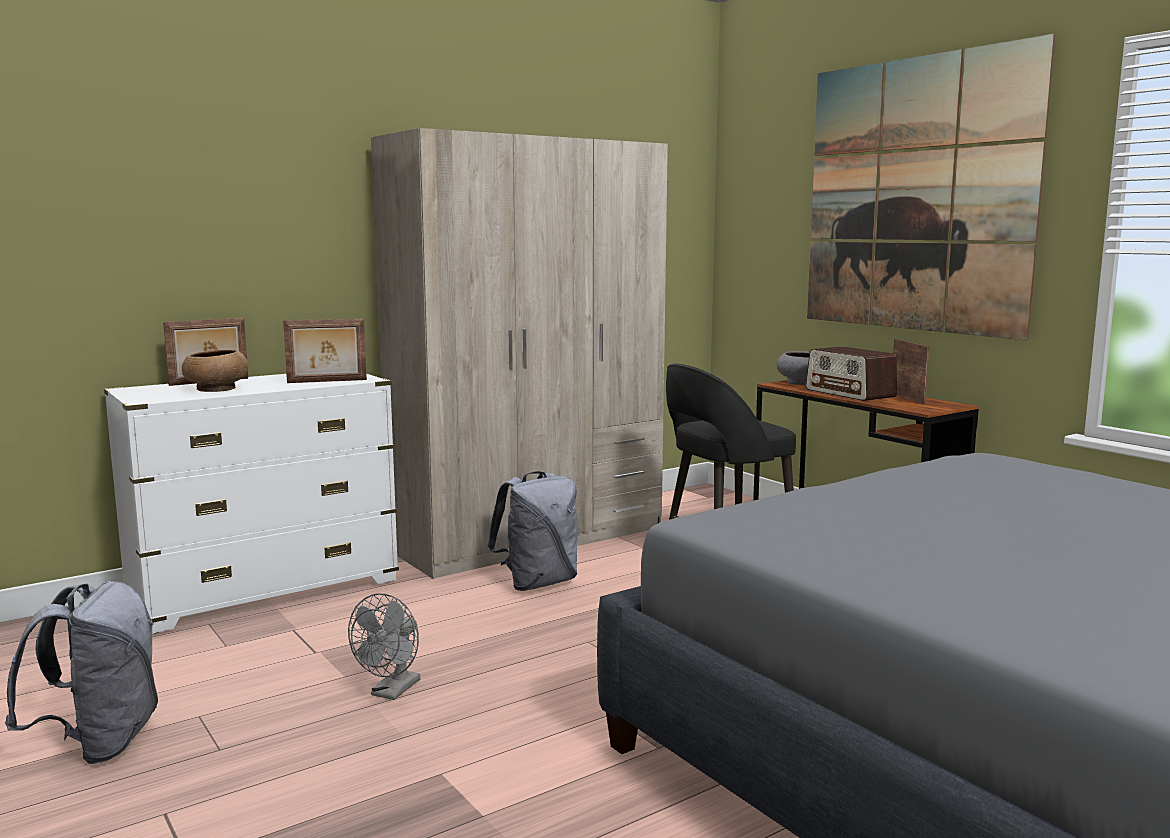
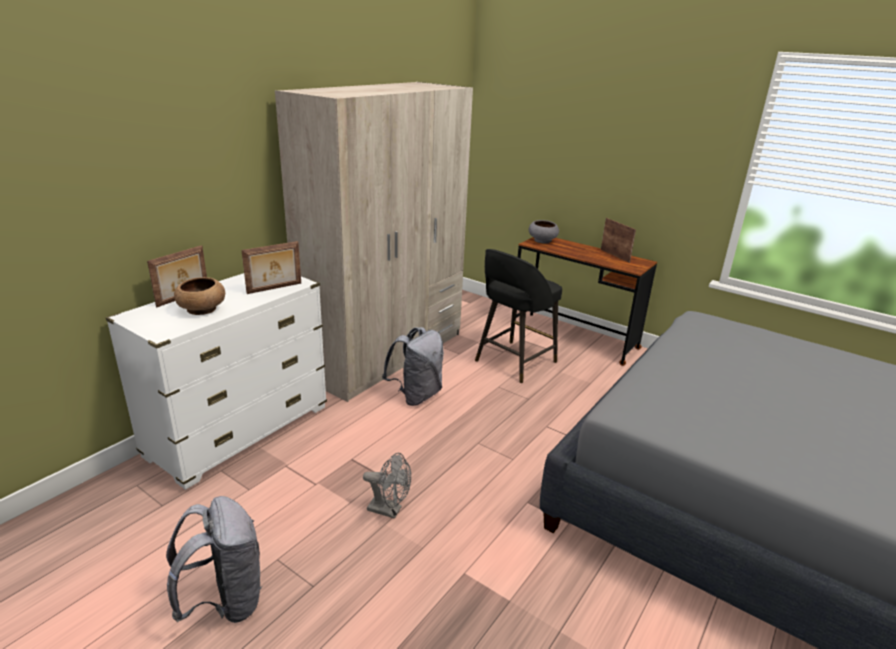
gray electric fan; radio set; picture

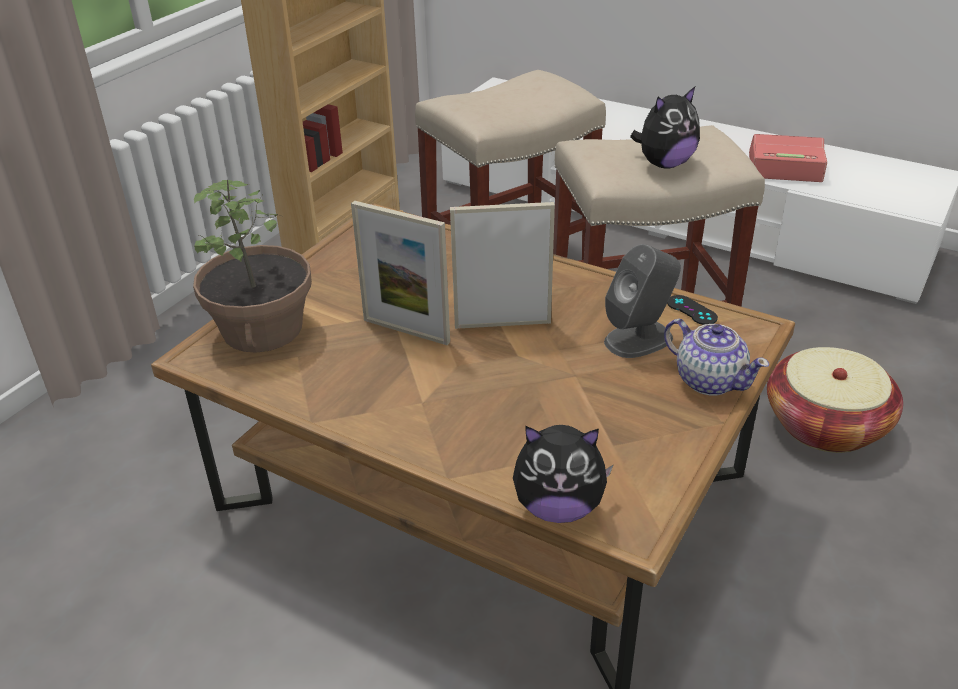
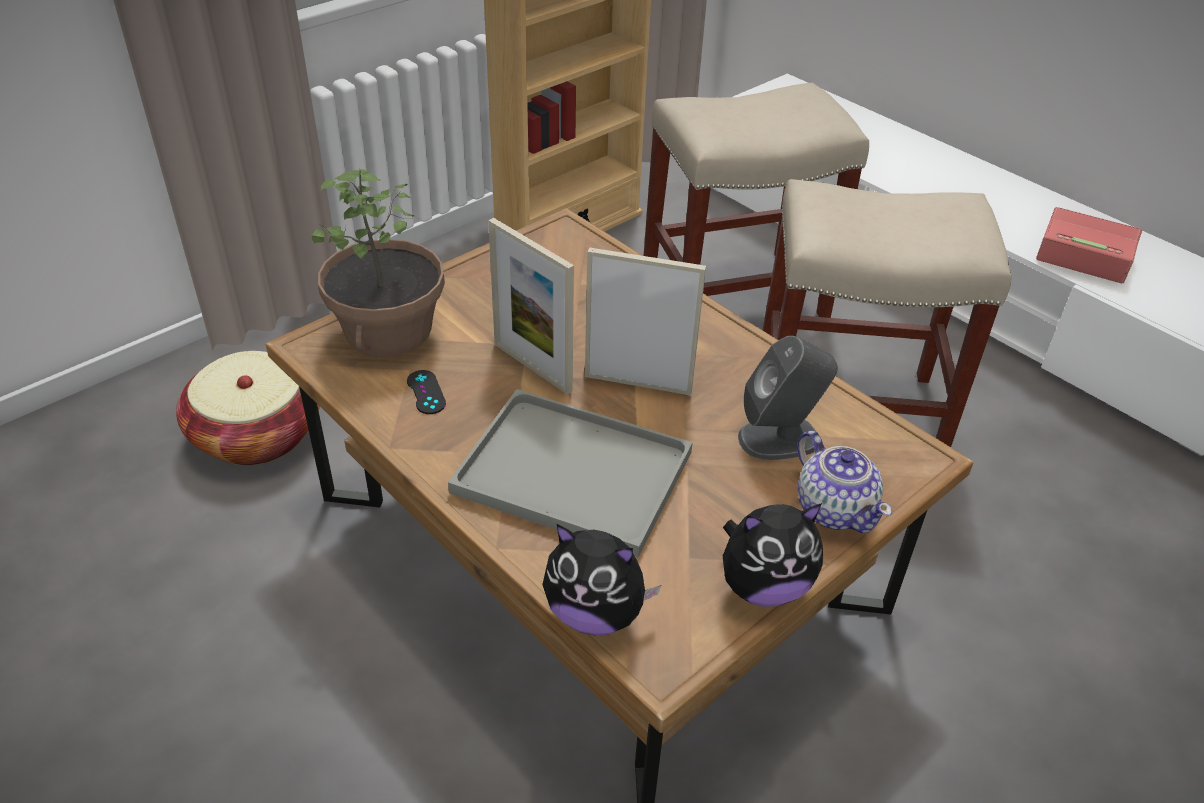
storage basket; black game controller; gray tray; plush toy (no. 2 from left)

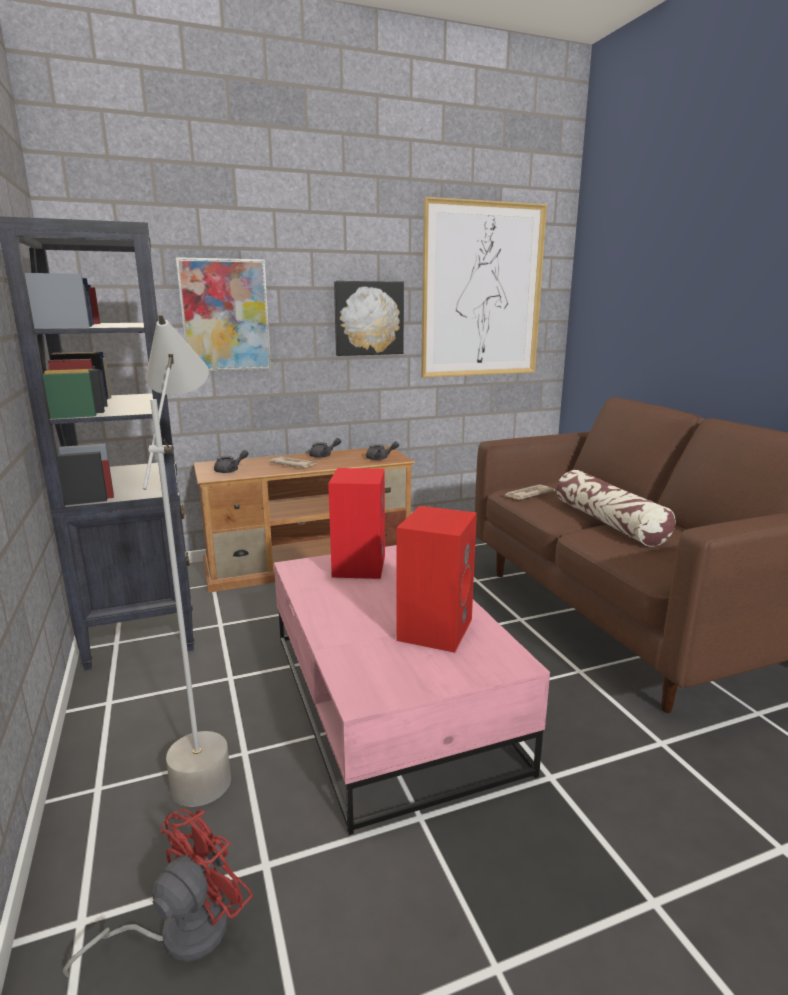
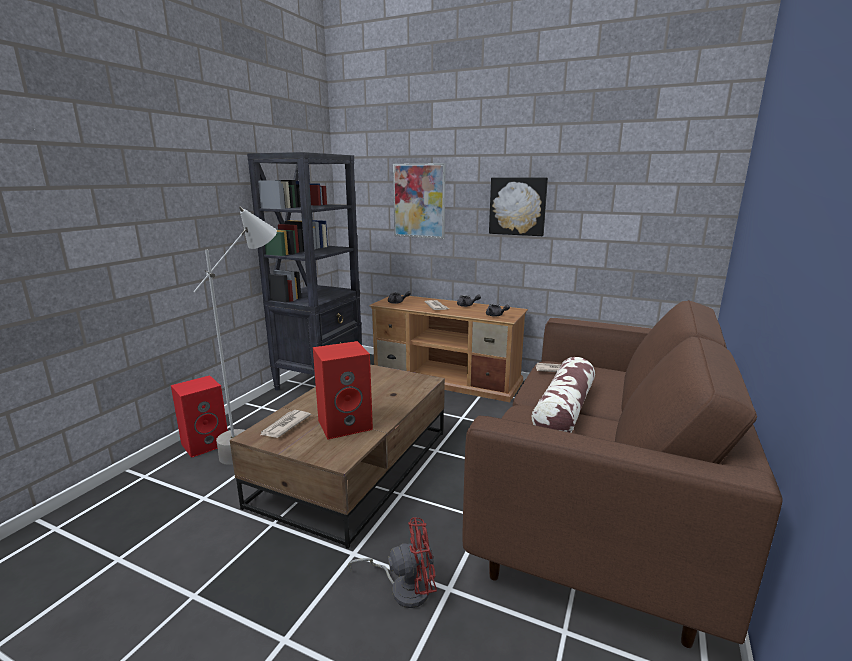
reddish loudspeaker (no. 1 from left); brownish low table; daily paper (no. 1 from left); reddish electric fan; picture (no. 3 from left in the first image)

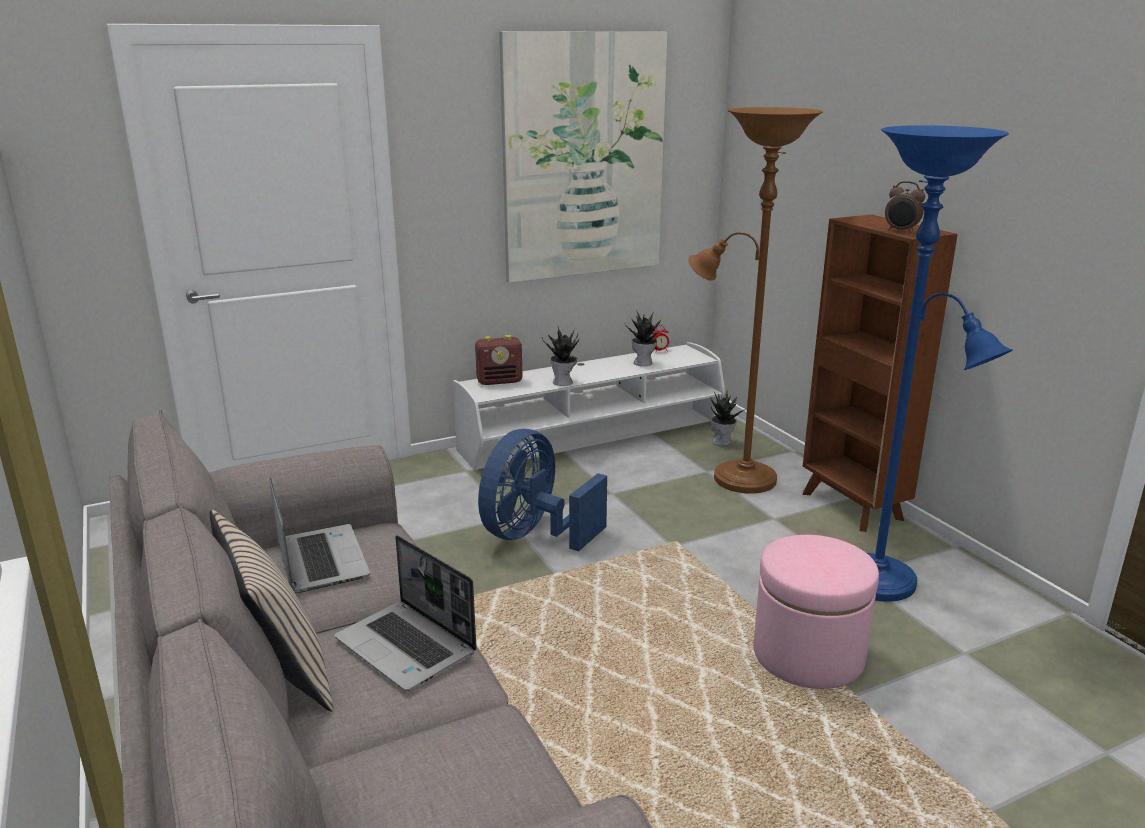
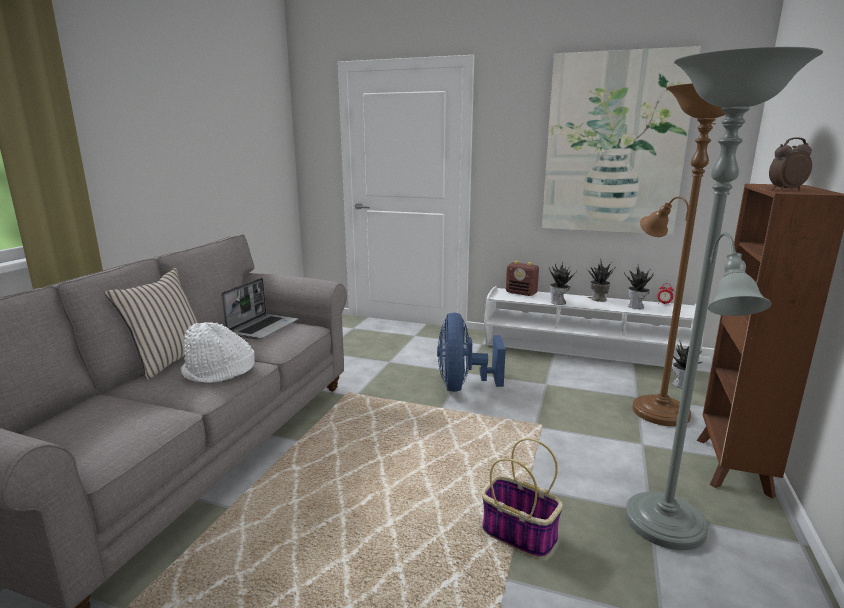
white wearable hat; blue-coloured electric fan; storage basket; plant in a pot (no. 2 from left); gray standing lamp; table clock (no. 2 from left)

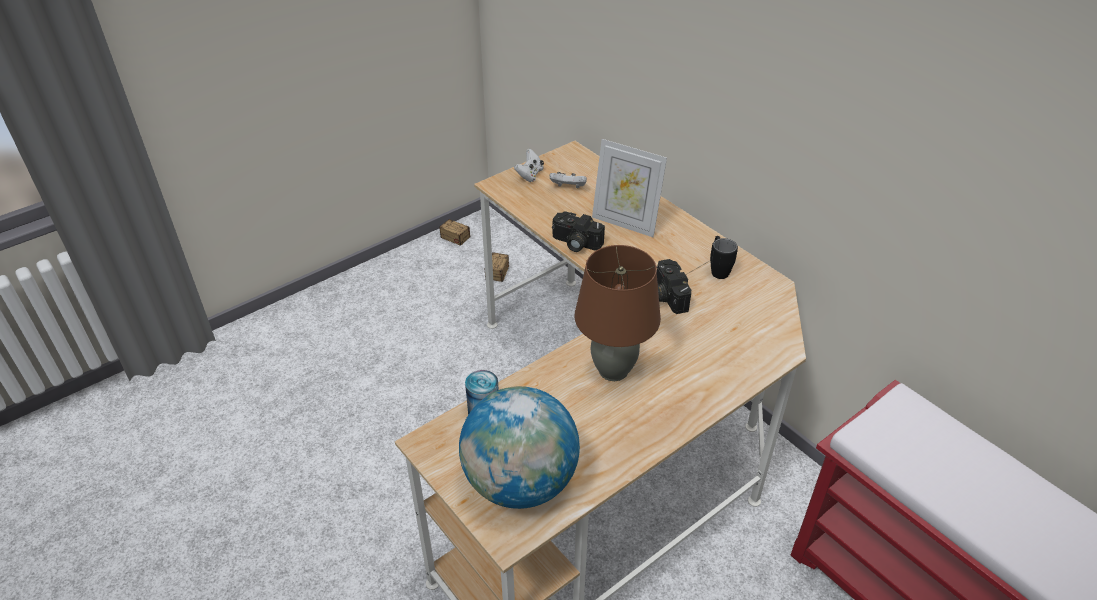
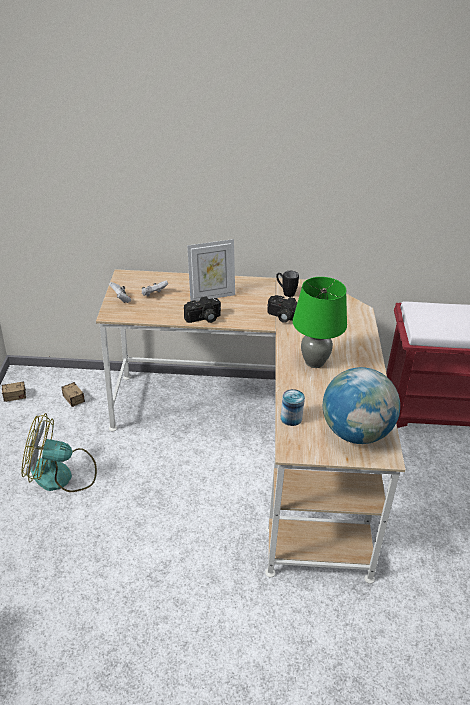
electric fan; green tabletop lamp

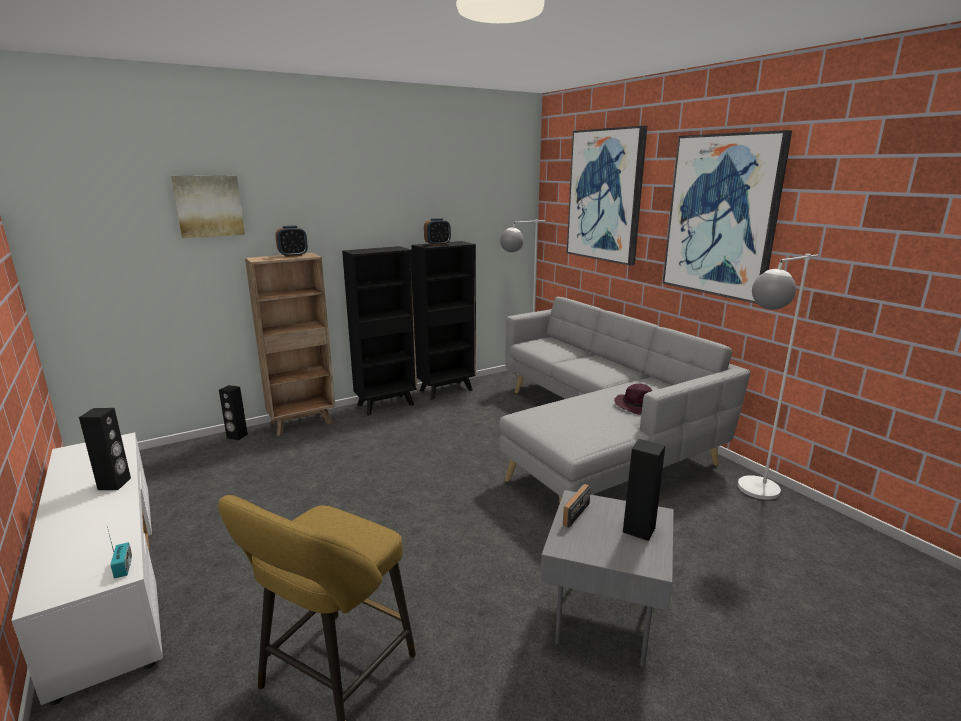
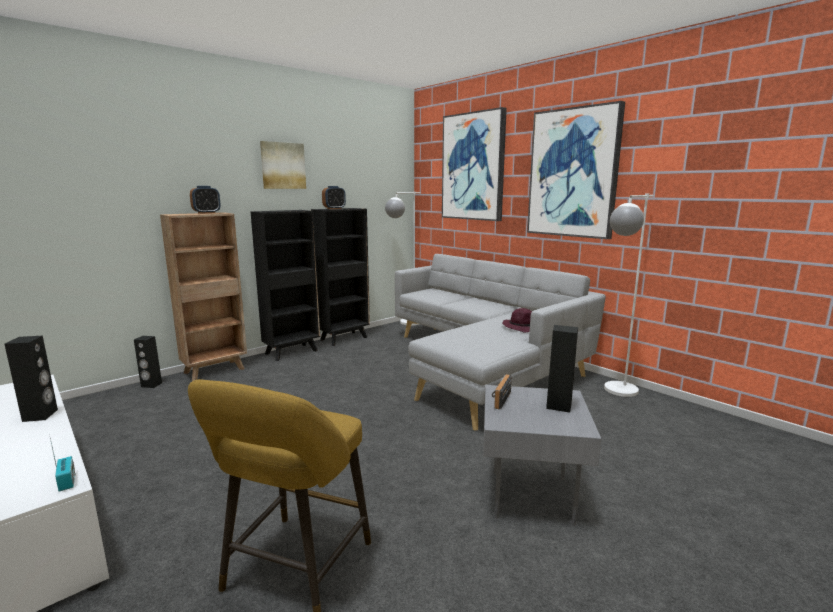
picture (no. 1 from left)

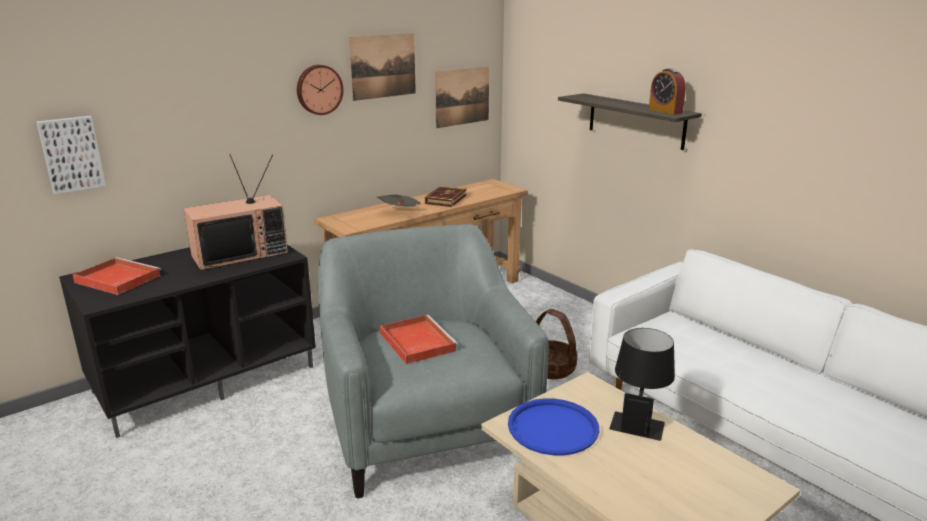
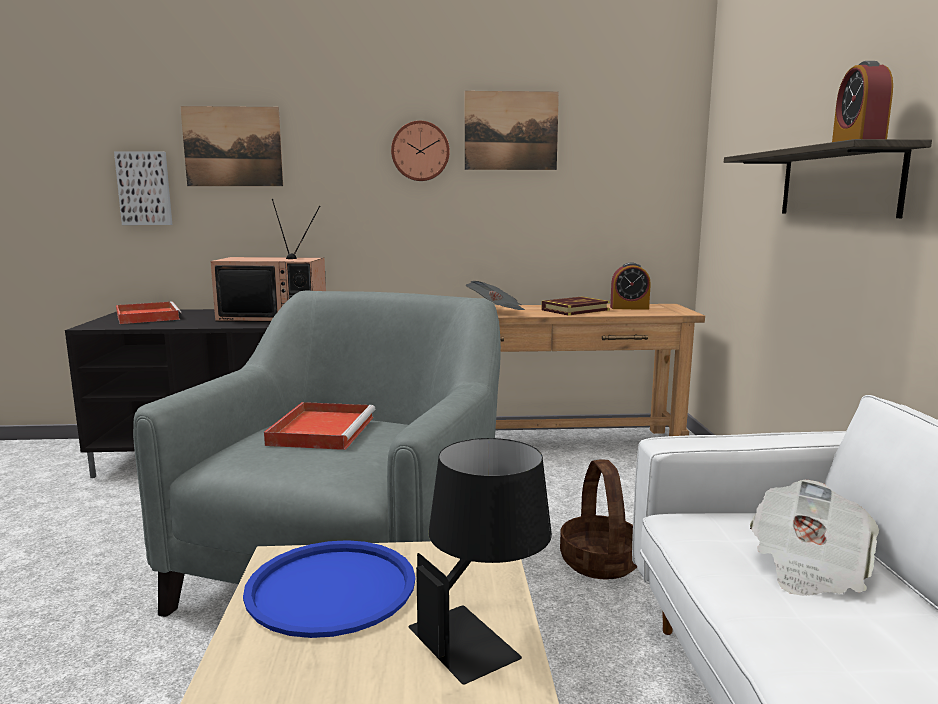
picture (no. 2 from left); table clock (no. 1 from left); daily paper (no. 2 from left)

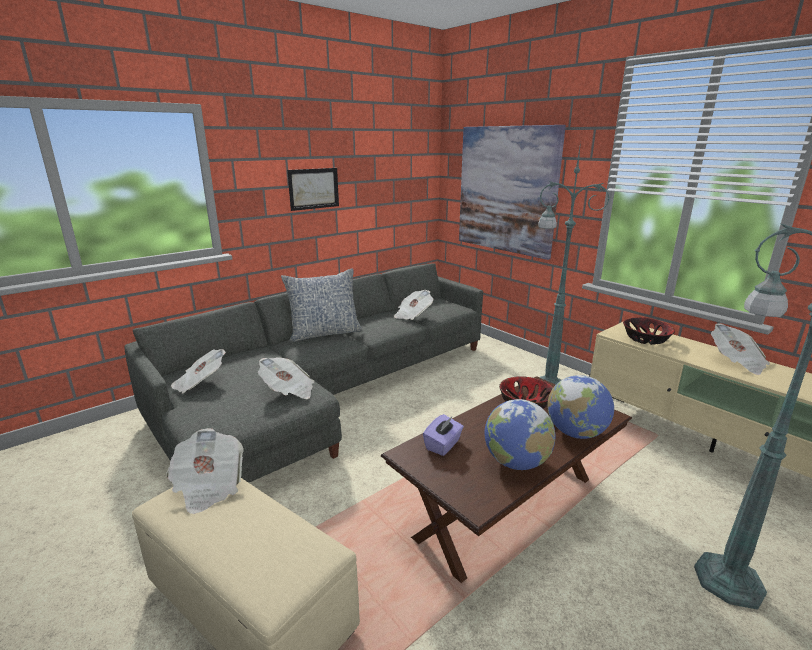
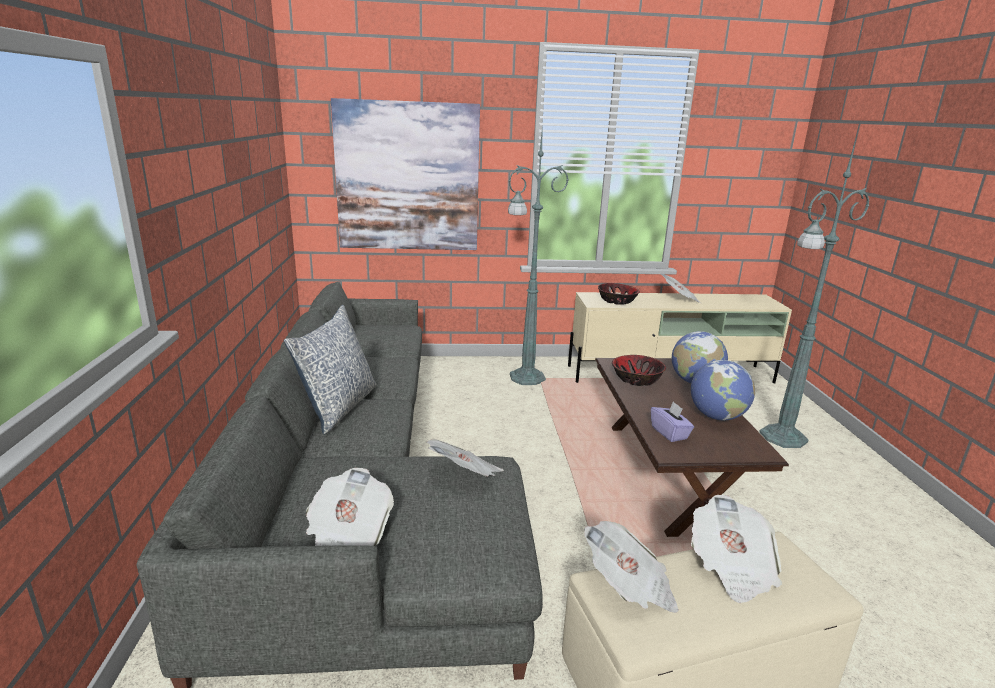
daily paper (no. 5 from left); picture (no. 1 from left in the first image)

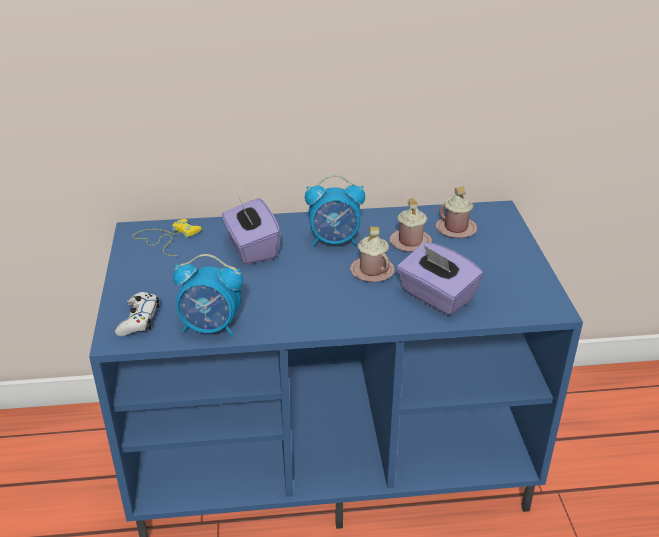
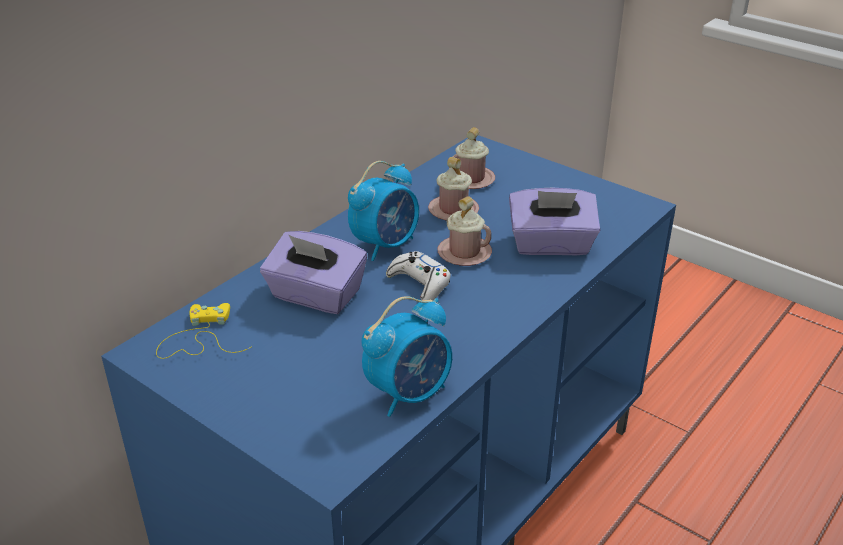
white game controller

